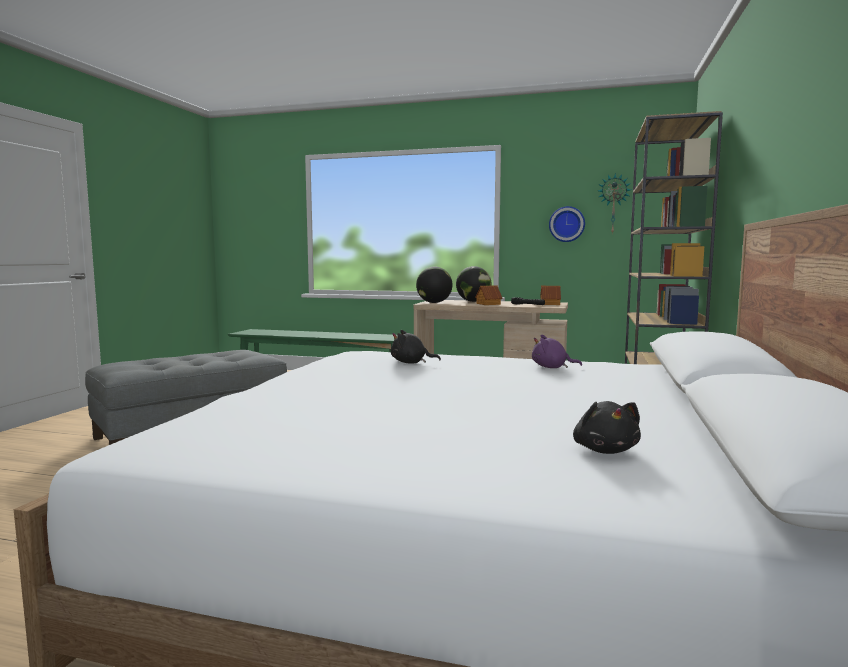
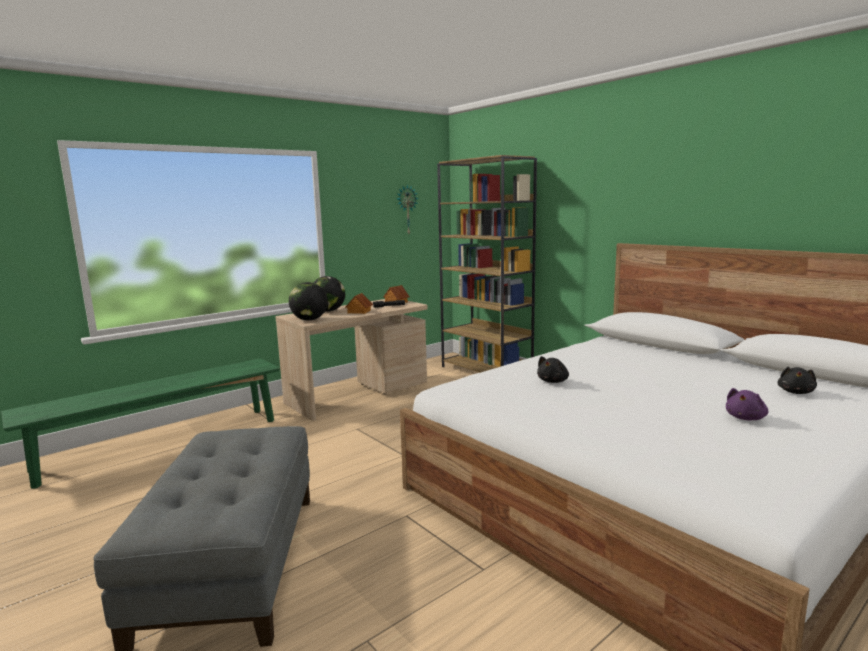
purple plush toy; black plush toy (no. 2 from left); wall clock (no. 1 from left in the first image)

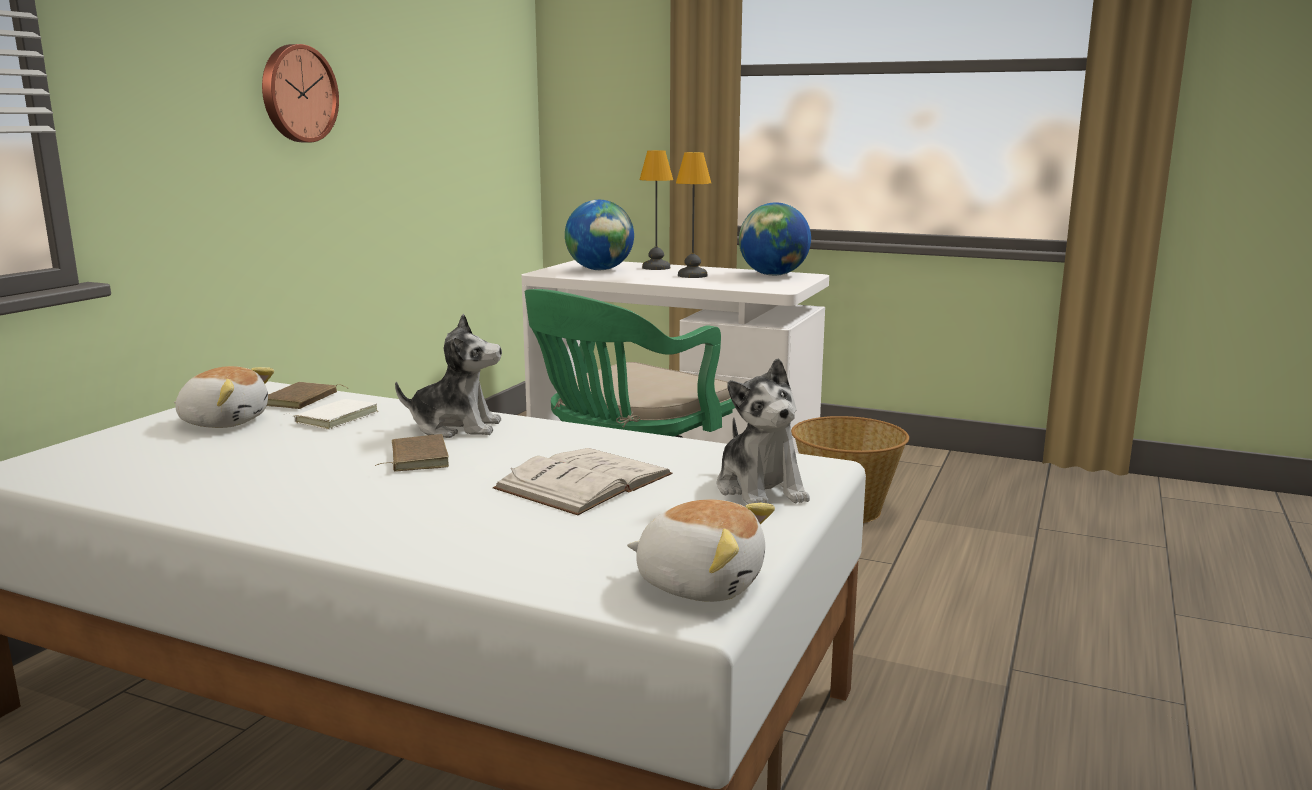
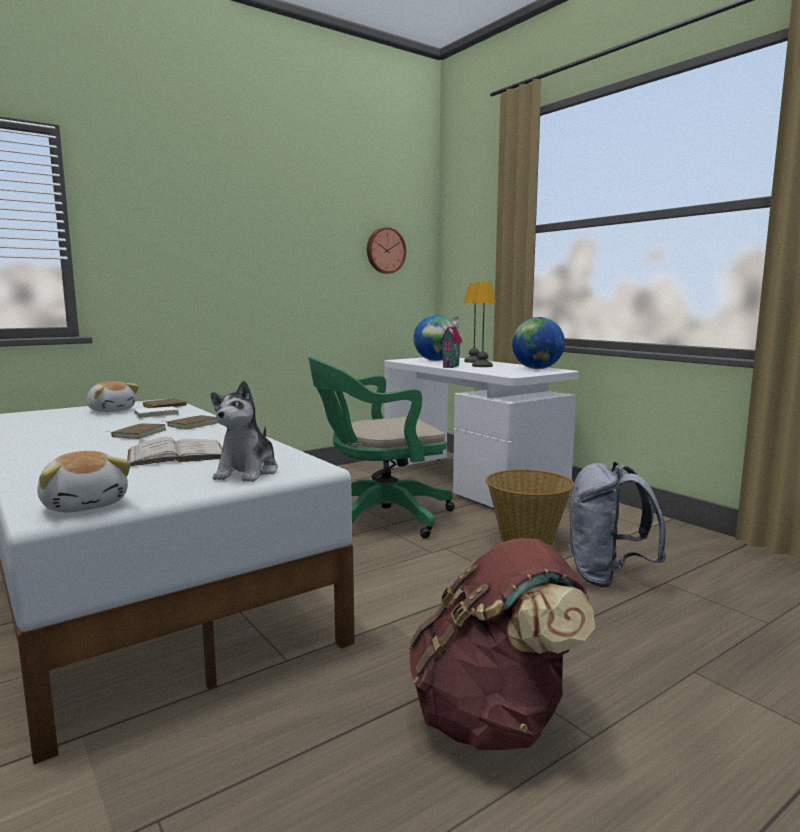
brownish bound book (no. 3 from left); wall clock; brownish knapsack; model house; gray knapsack

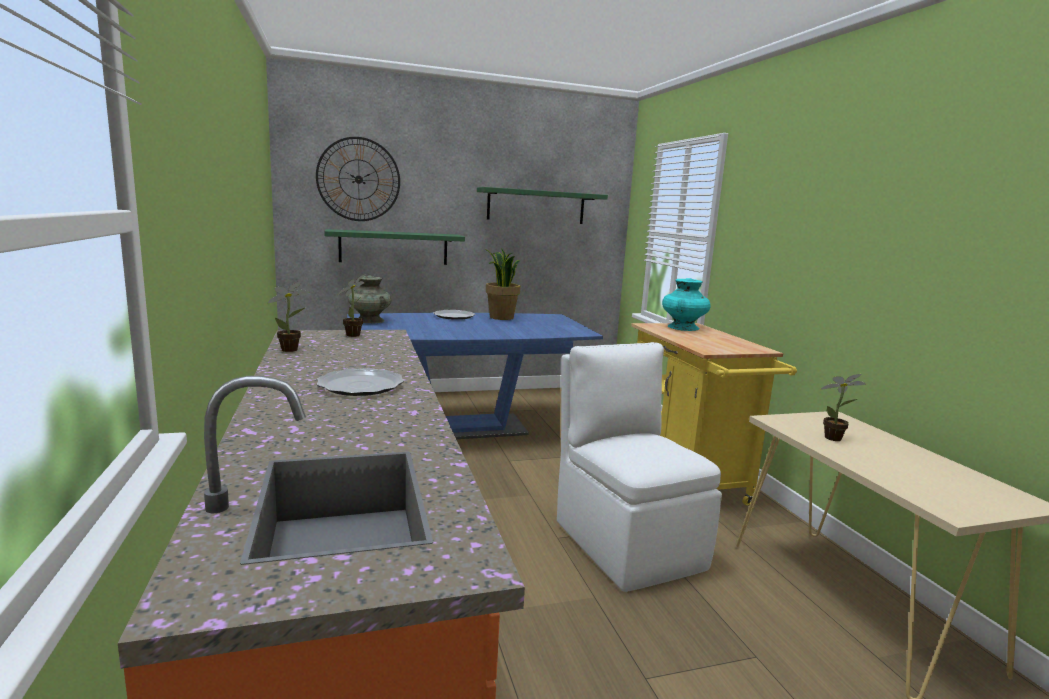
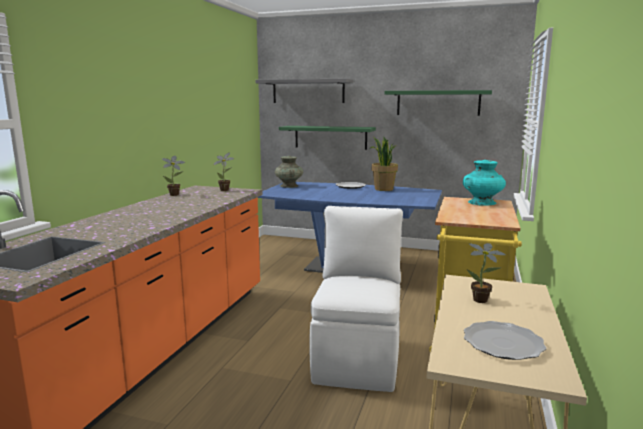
gray wall shelf; flat dish (no. 2 from left)

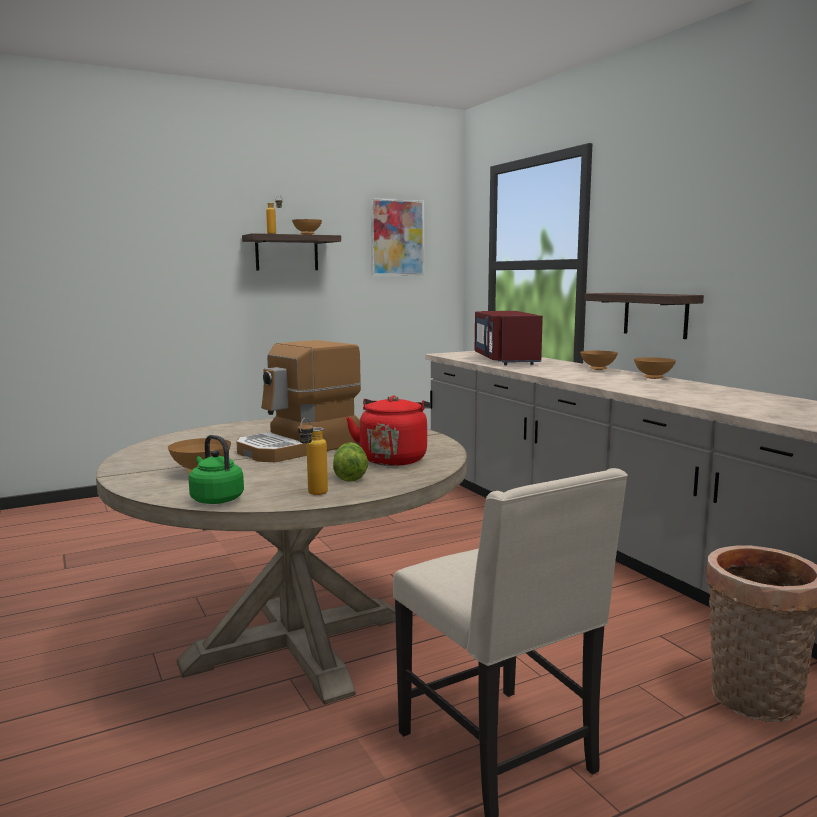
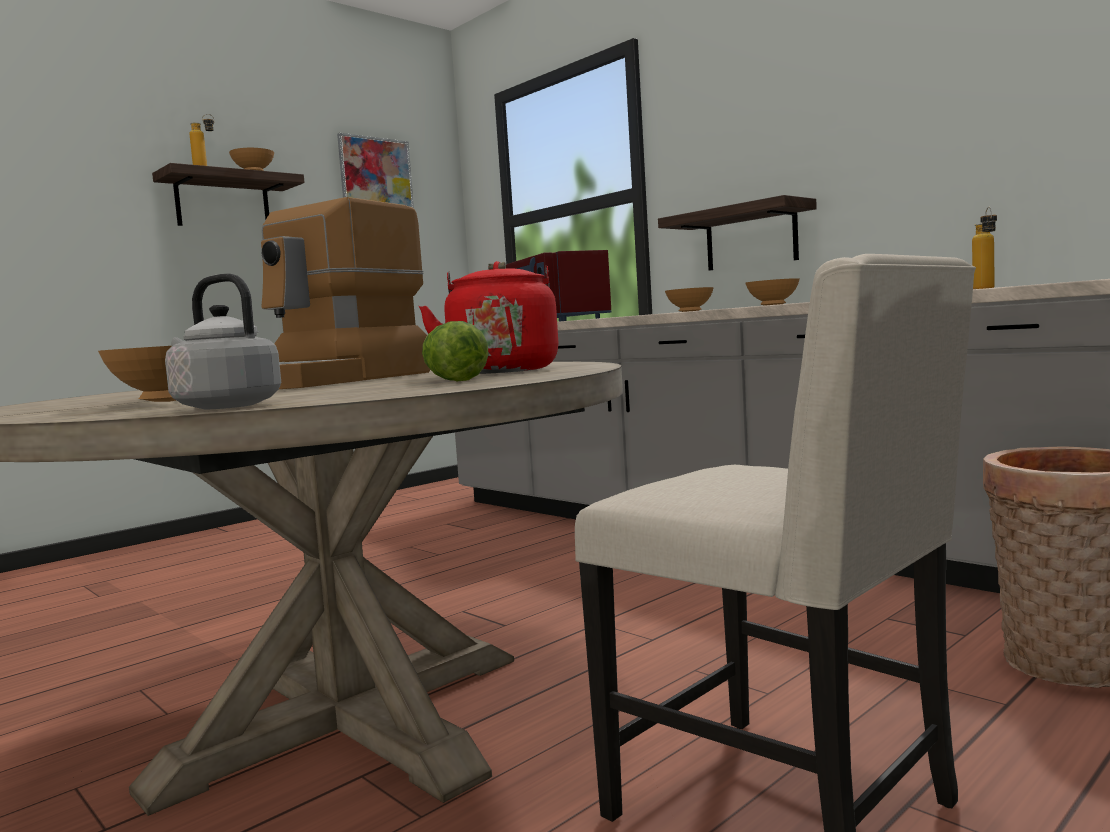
gray kettle; drink bottle (no. 2 from left)

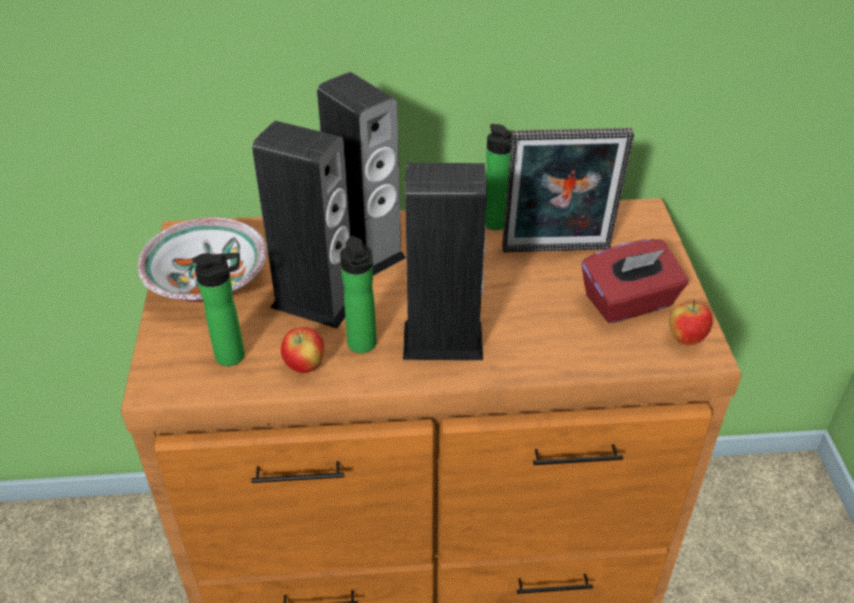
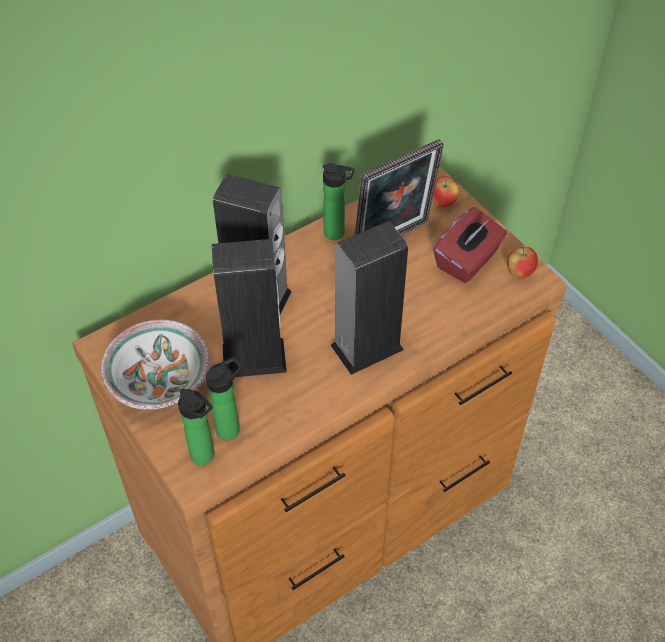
drink bottle (no. 1 from left); whole apple (no. 1 from left)

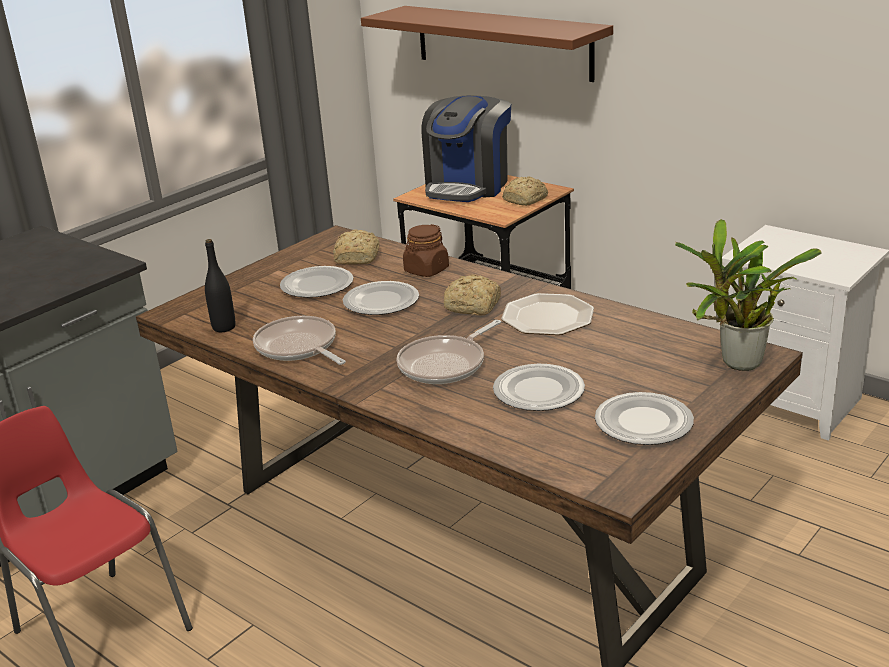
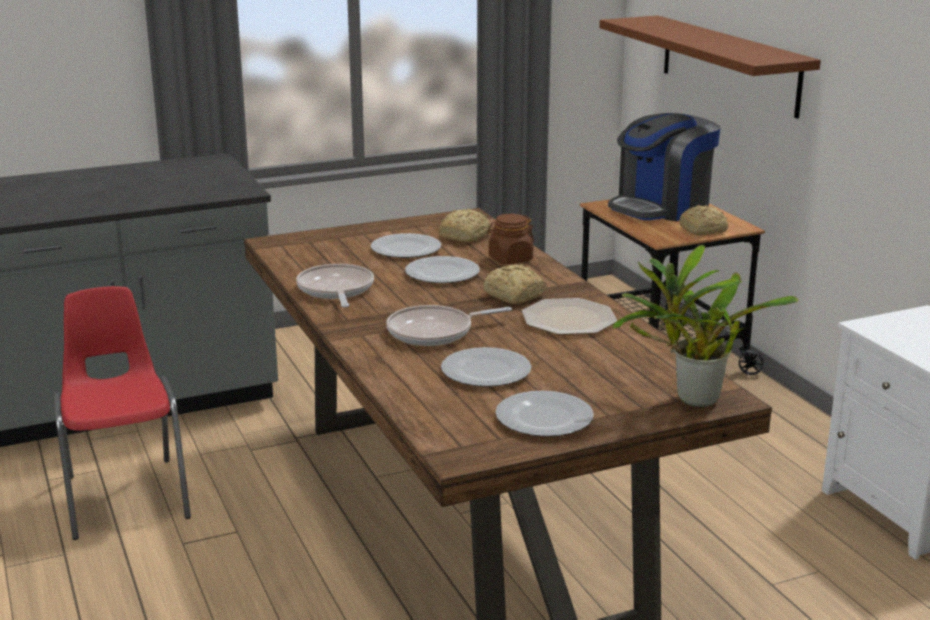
black drink bottle

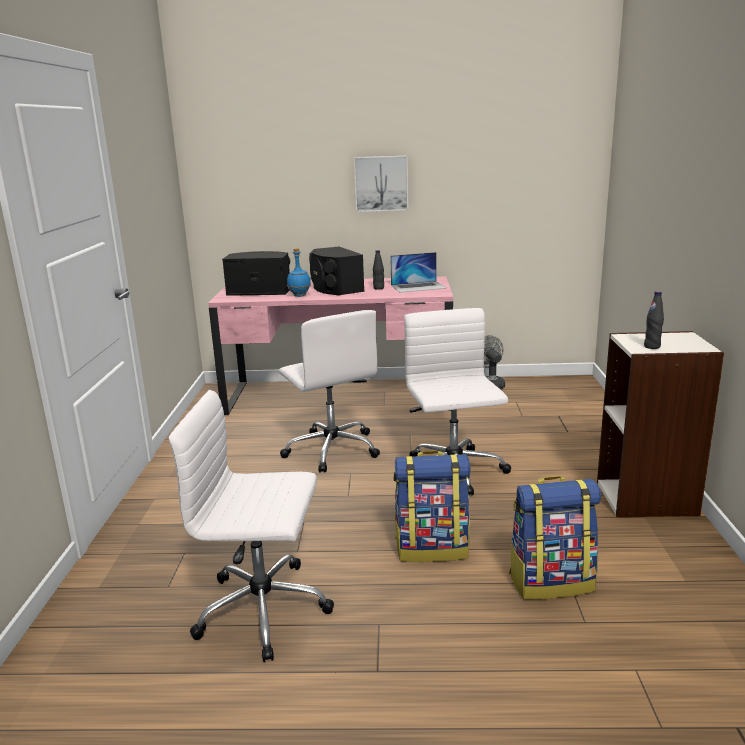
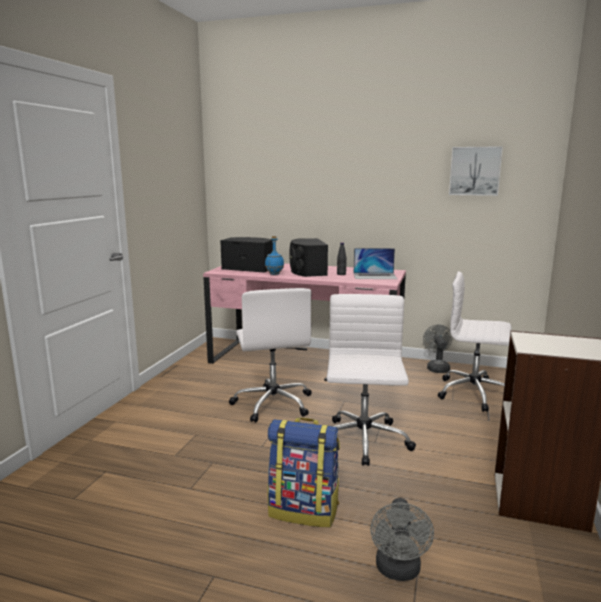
gray electric fan (no. 1 from left); white office chair (no. 3 from left); picture; black drink bottle (no. 2 from left in the first image)

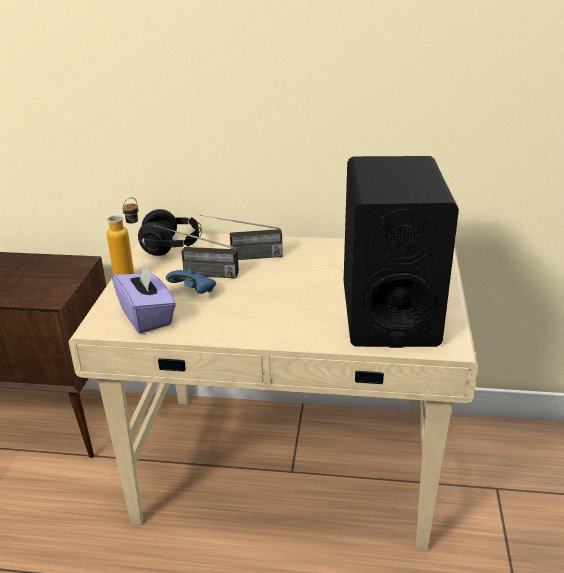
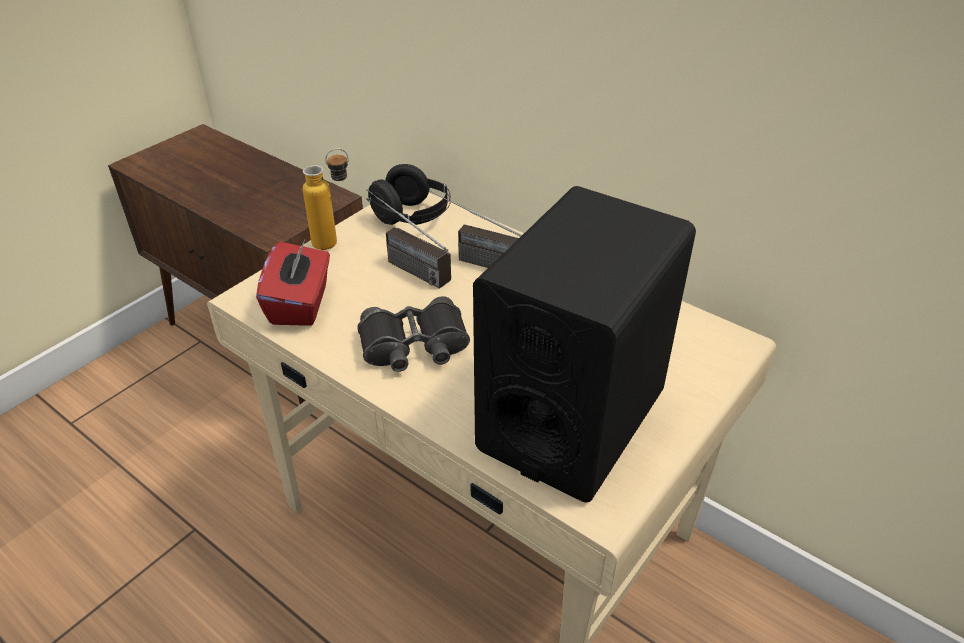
reddish tissue holder; black field glasses; blue-coloured game controller

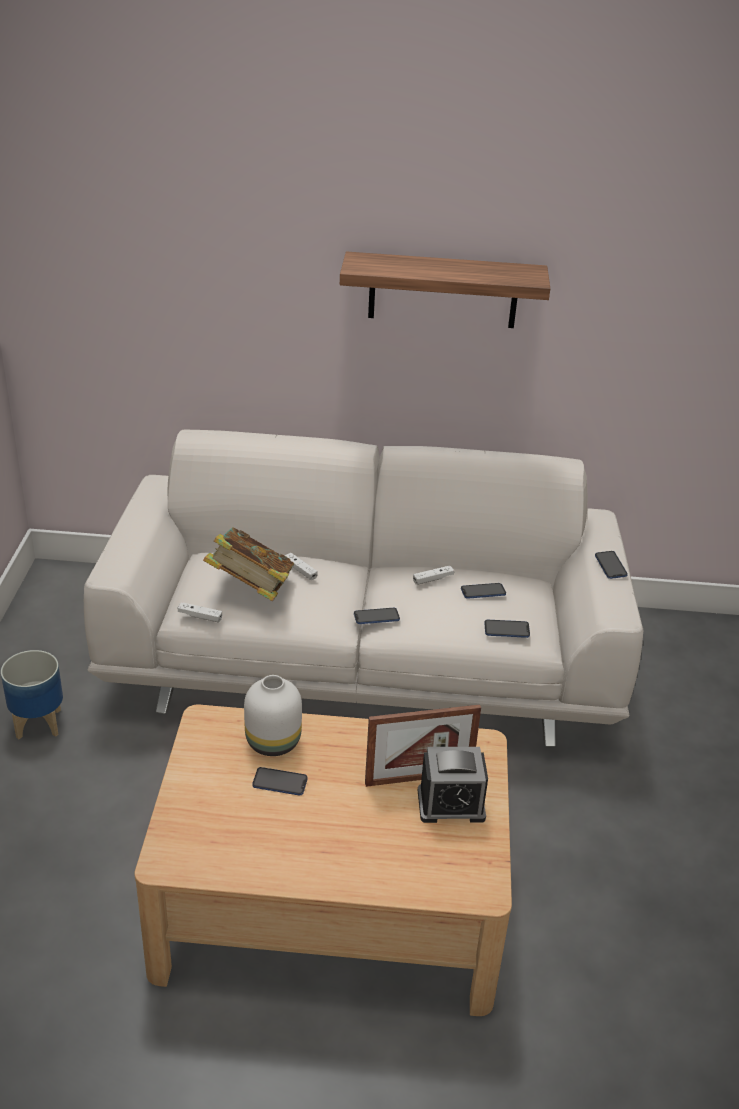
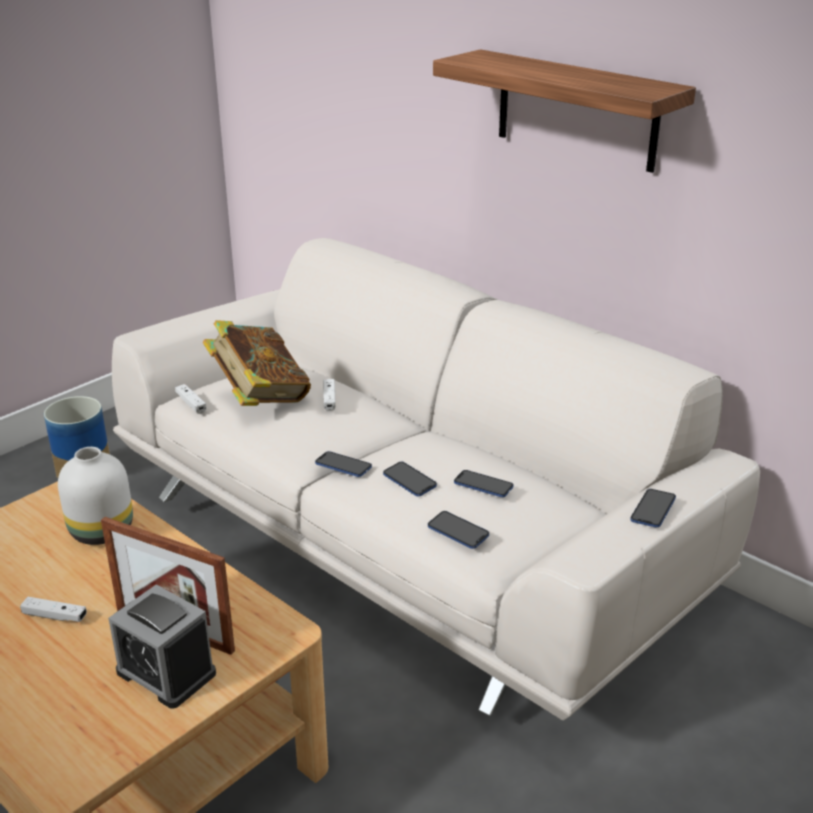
white game controller (no. 1 from left); phone (no. 2 from left)

